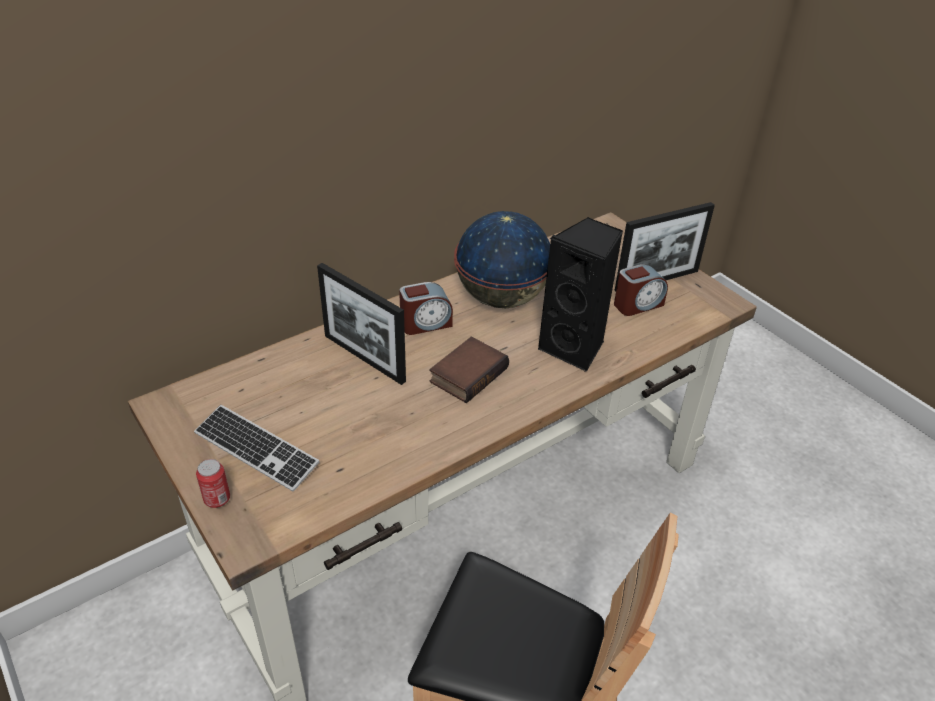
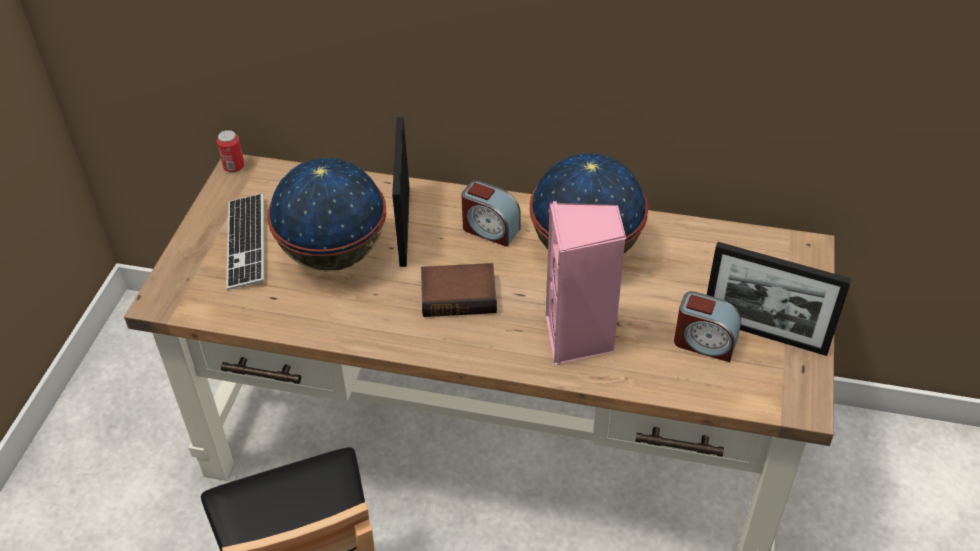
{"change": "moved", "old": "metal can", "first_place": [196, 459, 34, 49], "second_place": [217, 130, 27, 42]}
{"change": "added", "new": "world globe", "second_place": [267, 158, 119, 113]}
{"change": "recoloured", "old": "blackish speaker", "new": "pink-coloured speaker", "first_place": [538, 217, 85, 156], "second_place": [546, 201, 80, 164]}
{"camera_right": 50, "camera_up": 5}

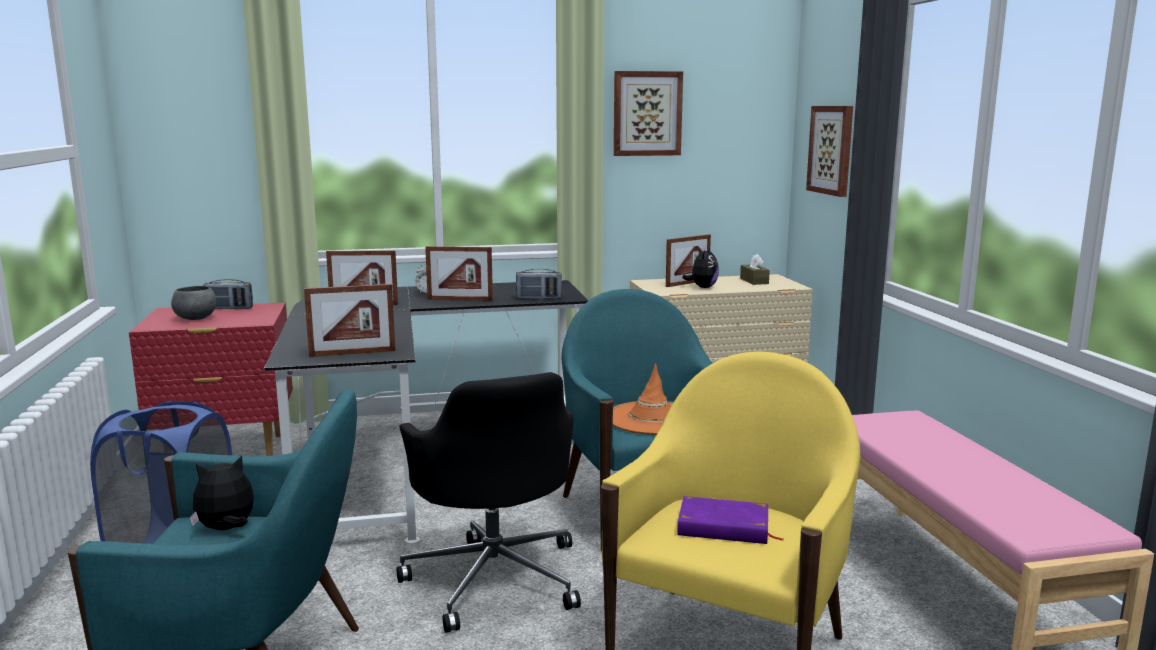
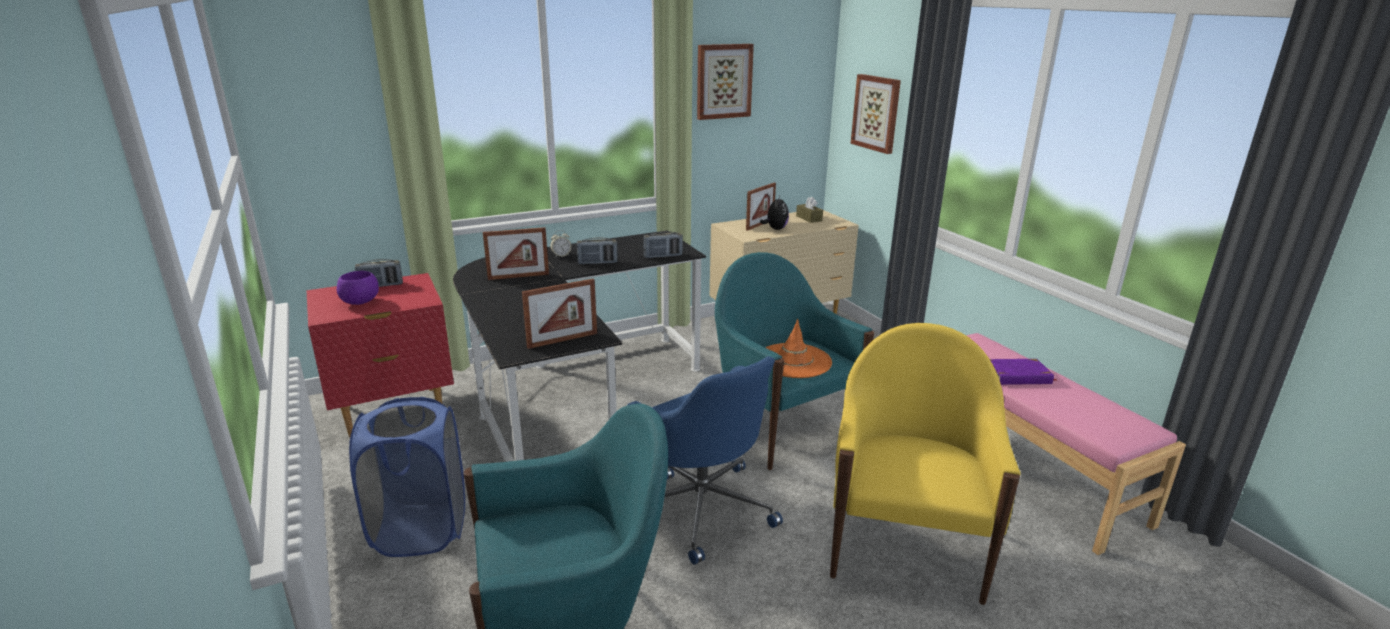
{"change": "recoloured", "old": "grey bowl", "new": "purple bowl", "first_place": [171, 286, 46, 34], "second_place": [337, 271, 42, 34]}
{"change": "replaced", "old": "standing frame", "new": "radio set", "first_place": [425, 246, 68, 55], "second_place": [577, 237, 41, 27]}
{"change": "recoloured", "old": "blackish desk chair", "new": "blue desk chair", "first_place": [396, 372, 185, 261], "second_place": [627, 356, 156, 209]}
{"change": "moved", "old": "purple book", "first_place": [677, 496, 107, 48], "second_place": [990, 359, 68, 26]}
{"change": "removed", "old": "cuddly toy", "first_place": [190, 455, 64, 75]}
{"camera_right": -15, "camera_up": 10}

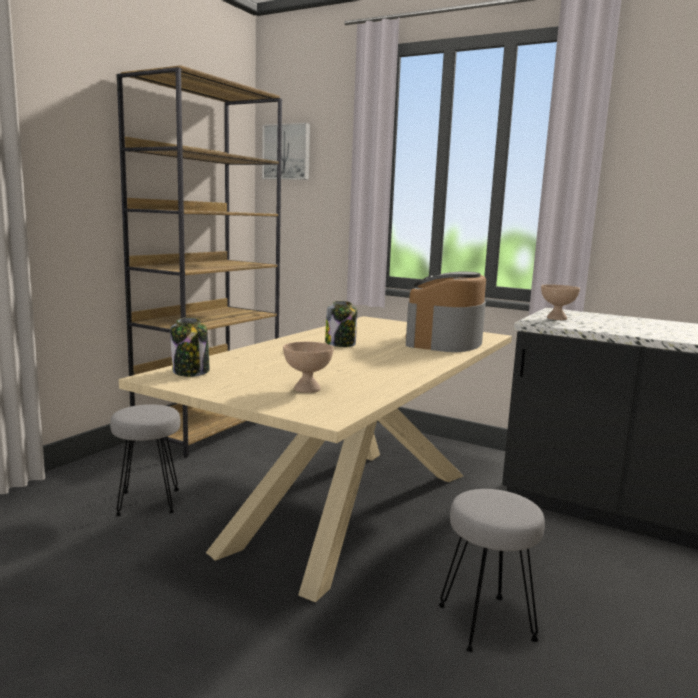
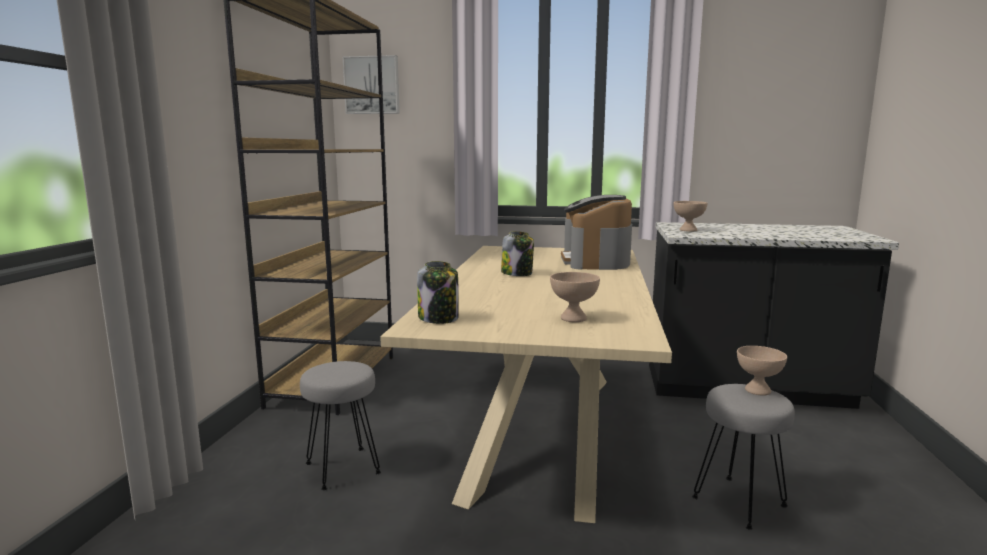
{"change": "added", "new": "sand-coloured bowl", "second_place": [737, 346, 50, 50]}
{"camera_right": -20, "camera_up": 0}

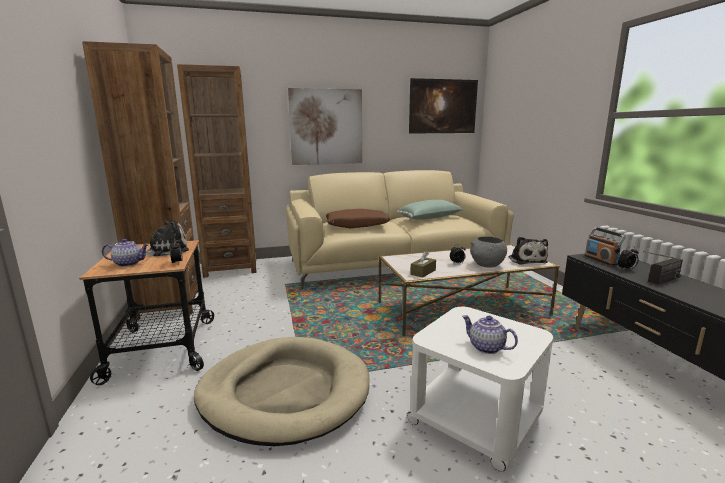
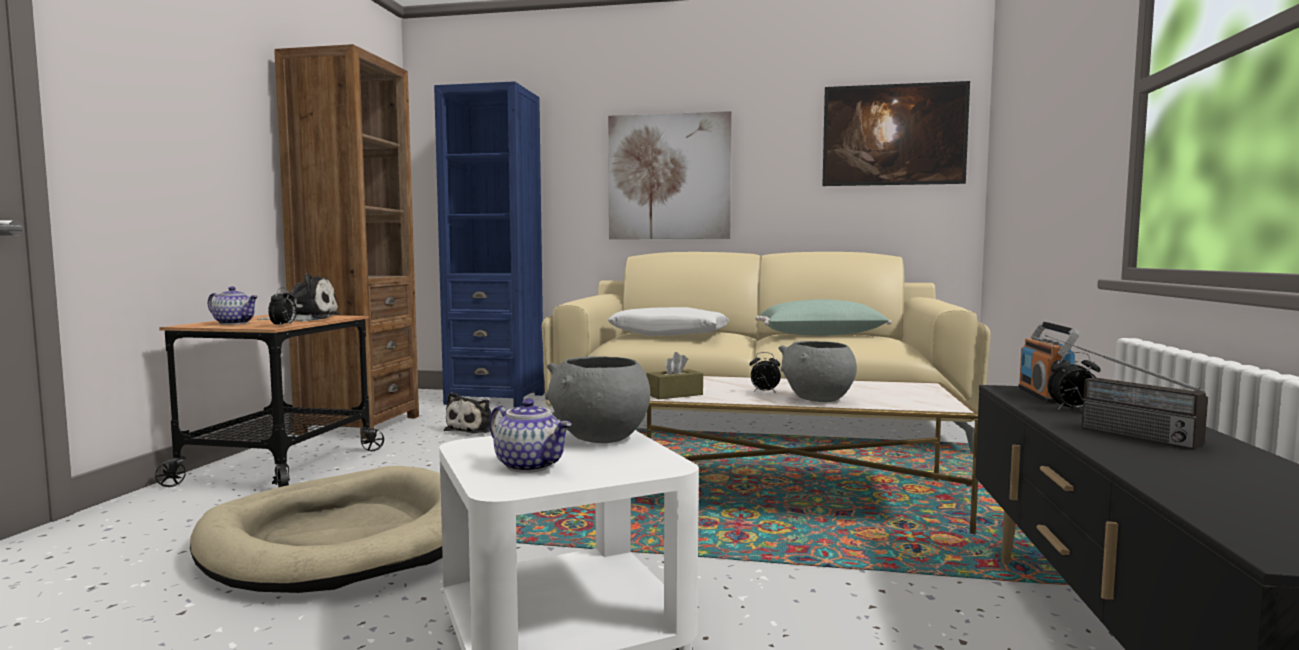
{"change": "recoloured", "old": "brown bookcase", "new": "blue bookcase", "first_place": [177, 64, 80, 214], "second_place": [434, 81, 110, 327]}
{"change": "moved", "old": "cuddly toy", "first_place": [509, 237, 39, 28], "second_place": [444, 392, 52, 42]}
{"change": "turned", "old": "teapot", "first_place": [462, 315, 56, 39], "second_place": [489, 399, 83, 74], "degrees": 150}
{"change": "added", "new": "grey bowl", "second_place": [545, 356, 105, 87]}
{"change": "recoloured", "old": "brown throw pillow", "new": "white-coloured throw pillow", "first_place": [326, 209, 64, 19], "second_place": [608, 307, 121, 29]}
{"change": "turned", "old": "radio set", "first_place": [643, 251, 40, 34], "second_place": [1045, 335, 163, 114], "degrees": 60}
{"camera_right": 25, "camera_up": -10}

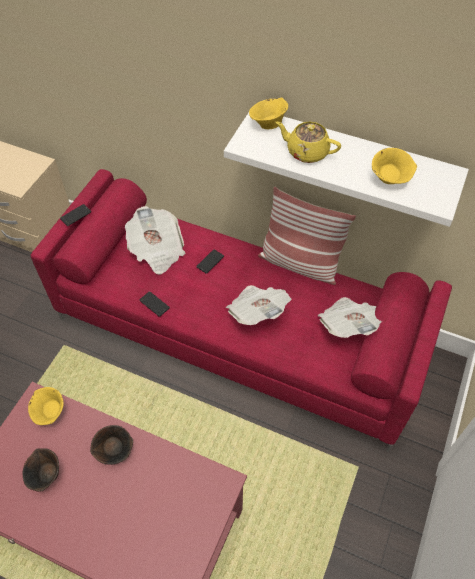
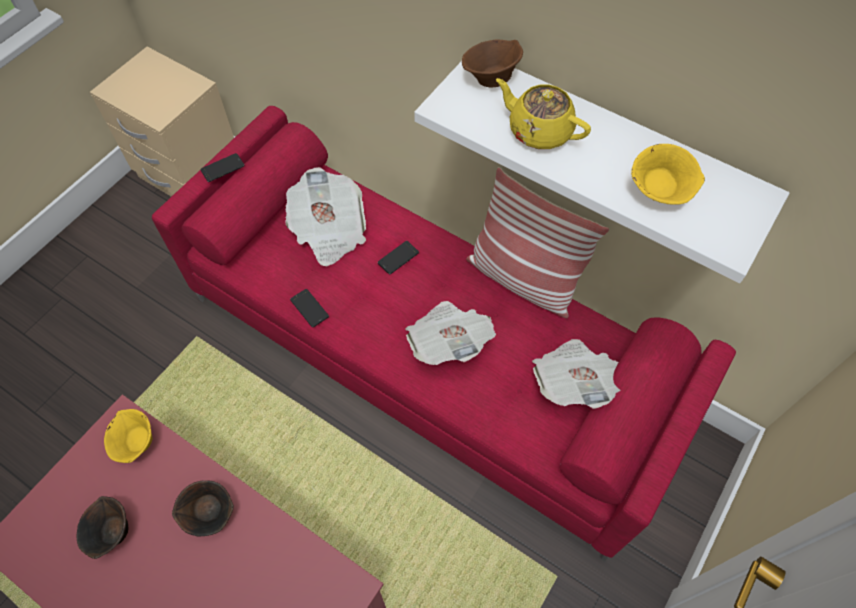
{"change": "recoloured", "old": "yellow bowl", "new": "brown bowl", "first_place": [249, 97, 39, 32], "second_place": [462, 40, 61, 47]}
{"camera_right": 10, "camera_up": 5}

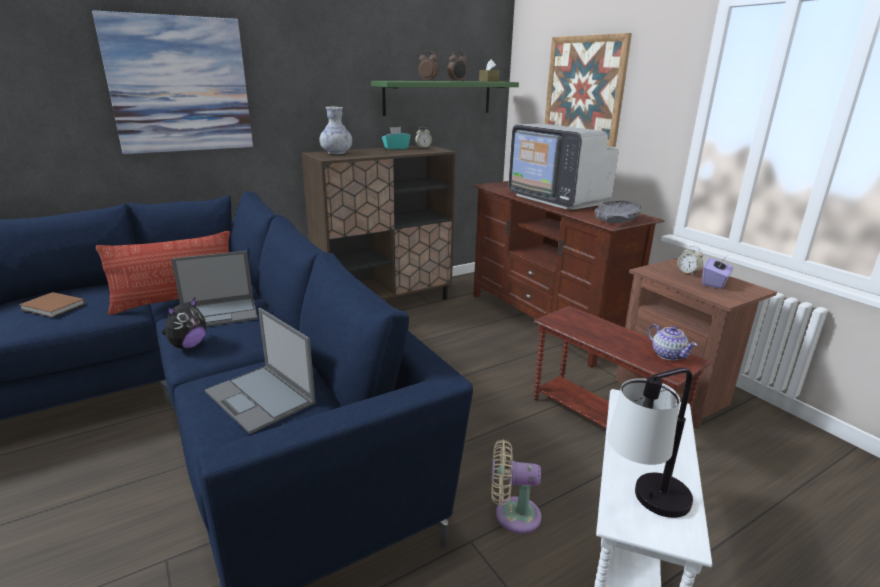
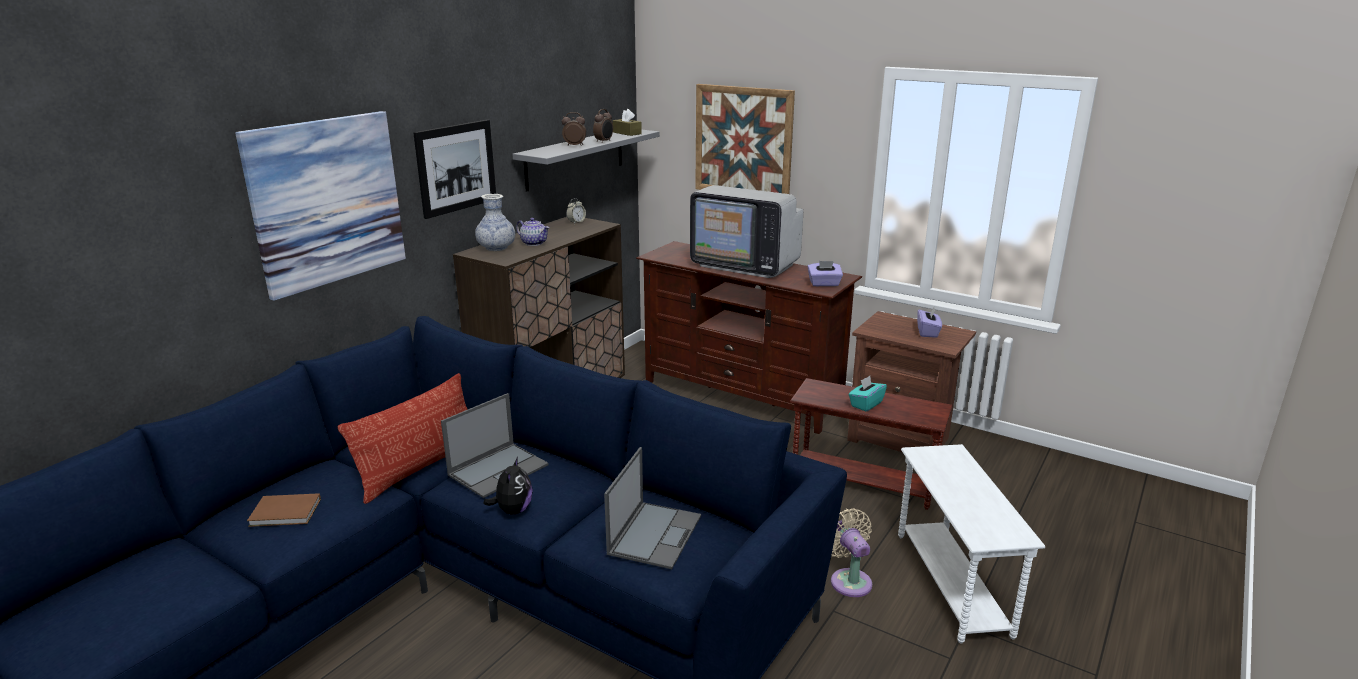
{"change": "added", "new": "wall art", "second_place": [413, 120, 83, 99]}
{"change": "recoloured", "old": "greenish bracket shelf", "new": "grey bracket shelf", "first_place": [371, 81, 148, 35], "second_place": [513, 130, 147, 62]}
{"change": "moved", "old": "teapot", "first_place": [648, 324, 50, 37], "second_place": [516, 218, 34, 28]}
{"change": "turned", "old": "portable computer", "first_place": [205, 308, 111, 126], "second_place": [604, 447, 97, 122], "degrees": -90}
{"change": "replaced", "old": "grey bowl", "new": "purple box of tissues", "first_place": [594, 201, 48, 22], "second_place": [808, 261, 35, 25]}
{"change": "turned", "old": "sand-coloured fan", "first_place": [491, 440, 50, 94], "second_place": [831, 508, 41, 89], "degrees": 90}
{"change": "moved", "old": "turquoise box of tissues", "first_place": [382, 127, 29, 22], "second_place": [849, 376, 38, 35]}
{"change": "removed", "old": "tabletop lamp", "first_place": [607, 367, 86, 151]}
{"change": "removed", "old": "bedside clock", "first_place": [677, 246, 26, 29]}
{"camera_right": -25, "camera_up": 0}

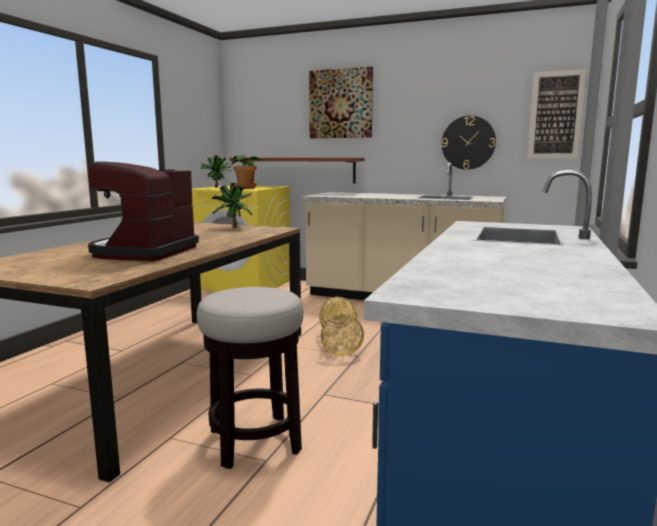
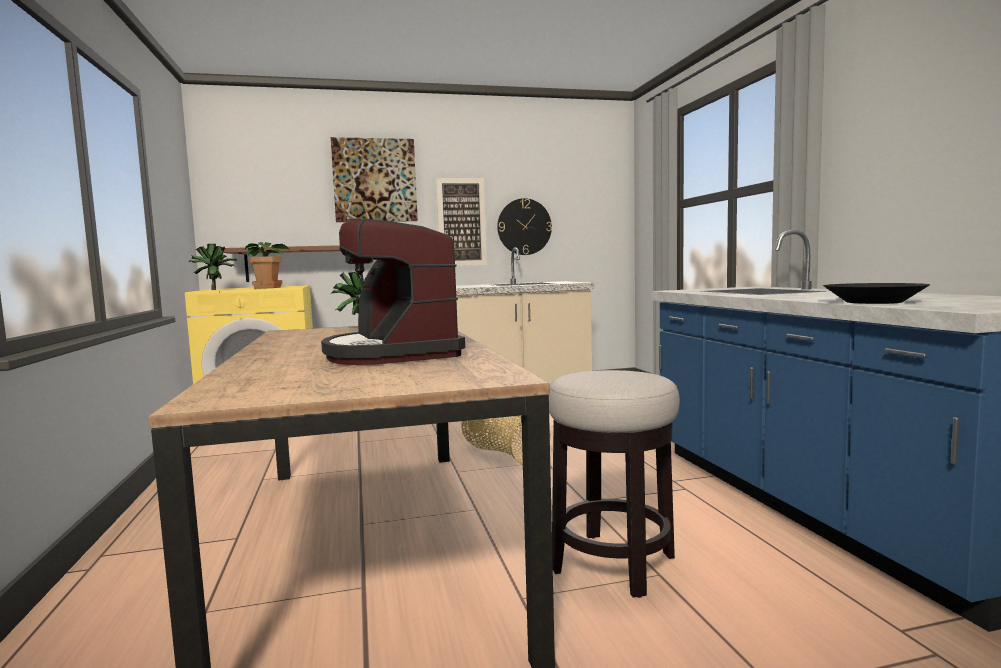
{"change": "moved", "old": "wall art", "first_place": [527, 69, 60, 90], "second_place": [436, 178, 51, 88]}
{"change": "added", "new": "blackish bowl", "second_place": [823, 283, 108, 21]}
{"camera_right": -35, "camera_up": -5}

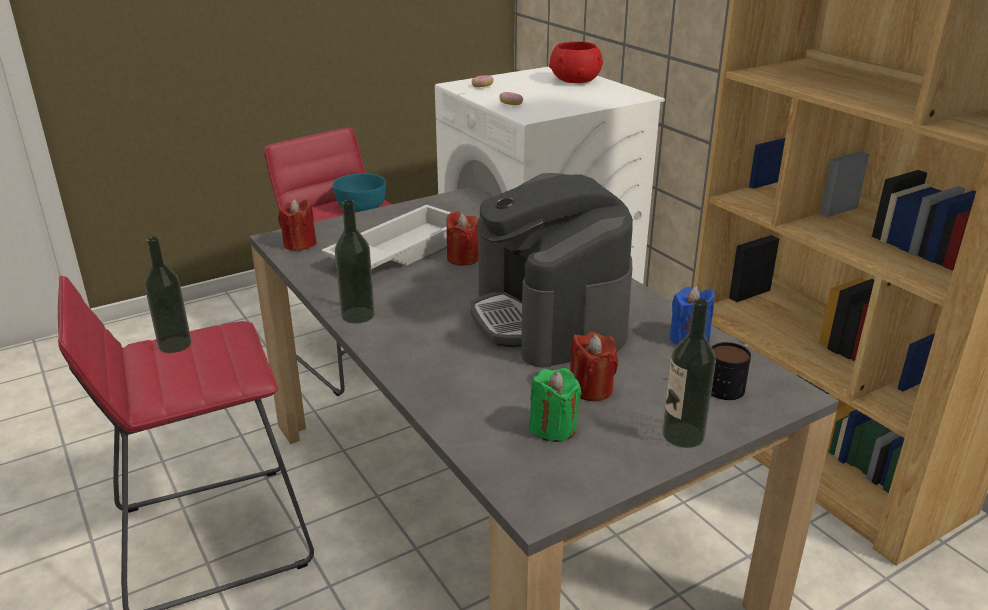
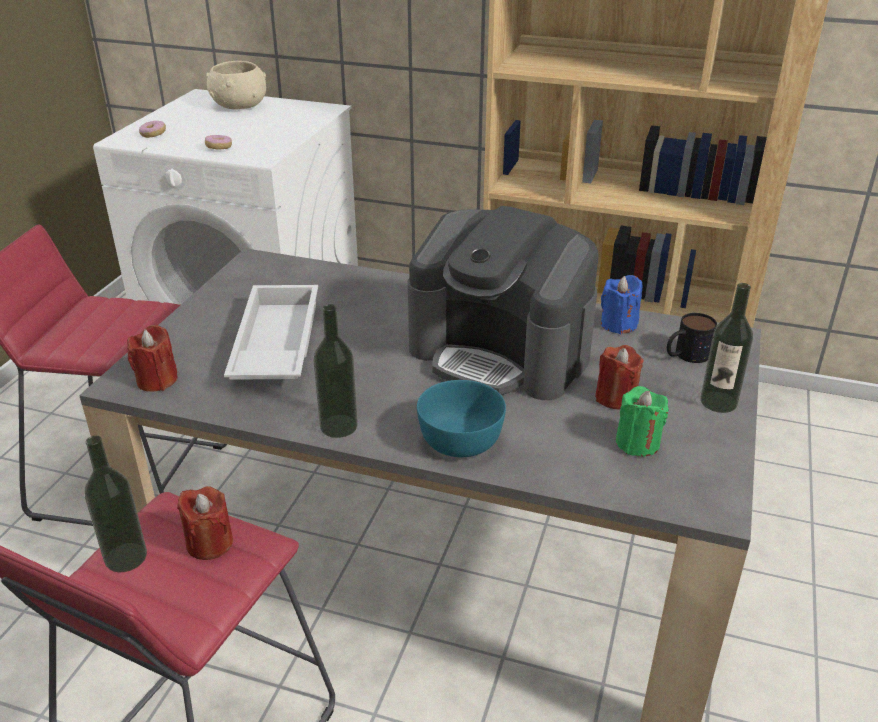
{"change": "moved", "old": "reddish candle", "first_place": [446, 212, 32, 54], "second_place": [177, 486, 56, 74]}
{"change": "recoloured", "old": "reddish bowl", "new": "sand-coloured bowl", "first_place": [549, 41, 54, 42], "second_place": [206, 61, 60, 49]}
{"change": "moved", "old": "turquoise bowl", "first_place": [333, 173, 53, 39], "second_place": [417, 380, 89, 77]}
{"camera_right": -40, "camera_up": 5}

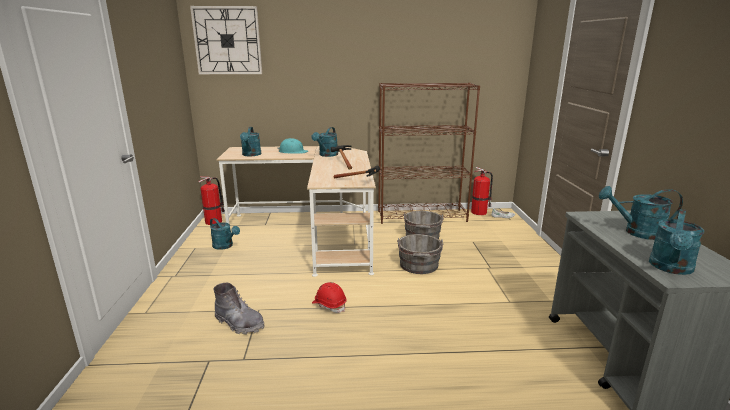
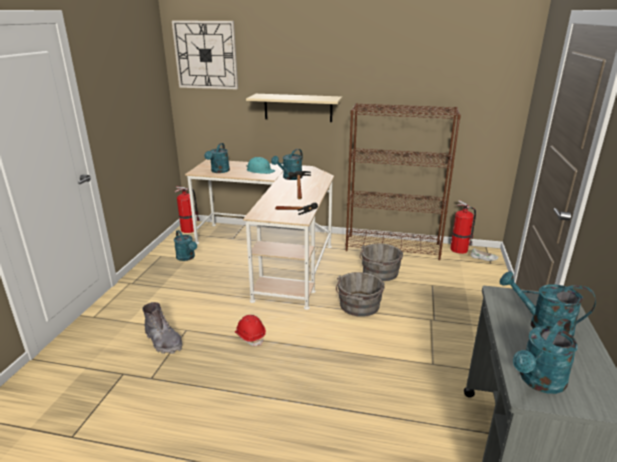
{"change": "added", "new": "sand-coloured bracket shelf", "second_place": [246, 94, 96, 28]}
{"camera_right": 15, "camera_up": 5}

